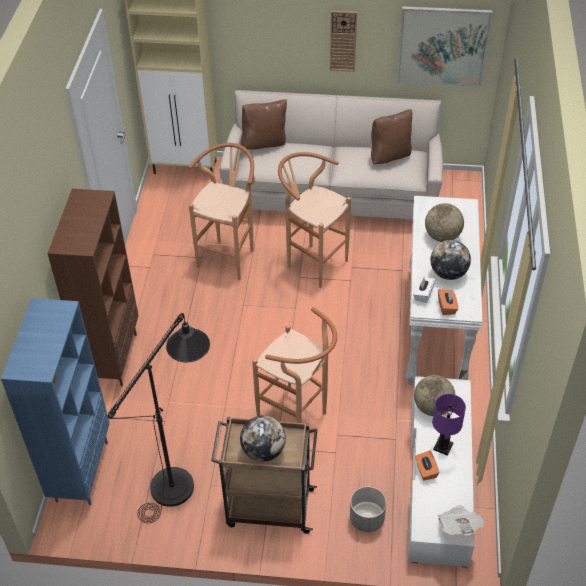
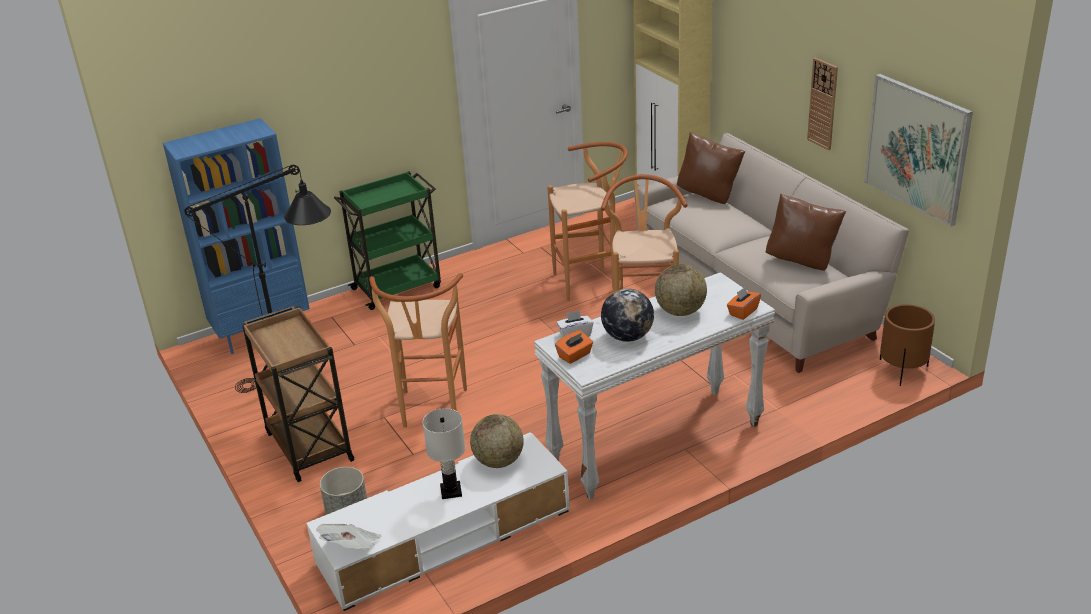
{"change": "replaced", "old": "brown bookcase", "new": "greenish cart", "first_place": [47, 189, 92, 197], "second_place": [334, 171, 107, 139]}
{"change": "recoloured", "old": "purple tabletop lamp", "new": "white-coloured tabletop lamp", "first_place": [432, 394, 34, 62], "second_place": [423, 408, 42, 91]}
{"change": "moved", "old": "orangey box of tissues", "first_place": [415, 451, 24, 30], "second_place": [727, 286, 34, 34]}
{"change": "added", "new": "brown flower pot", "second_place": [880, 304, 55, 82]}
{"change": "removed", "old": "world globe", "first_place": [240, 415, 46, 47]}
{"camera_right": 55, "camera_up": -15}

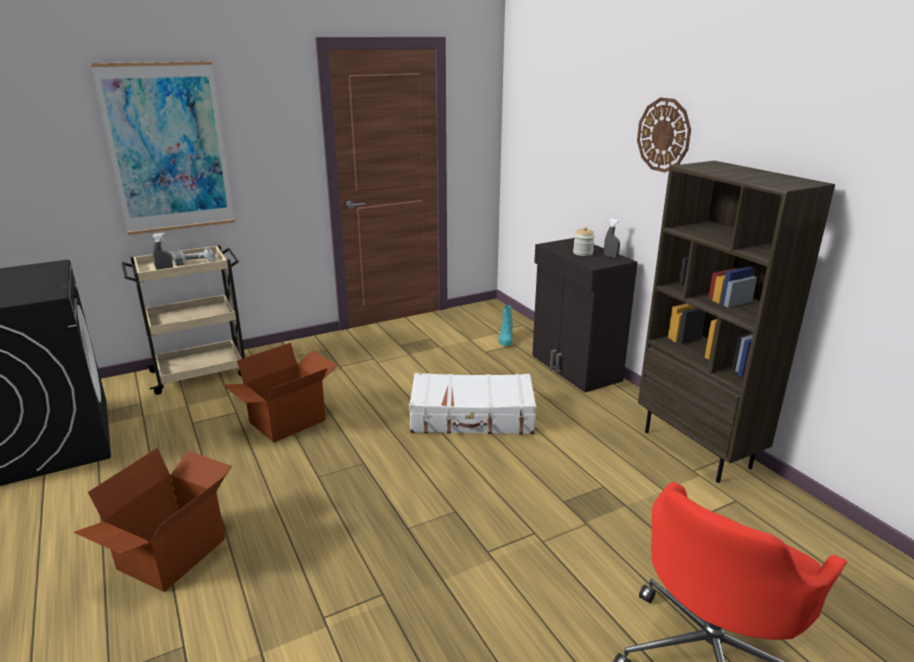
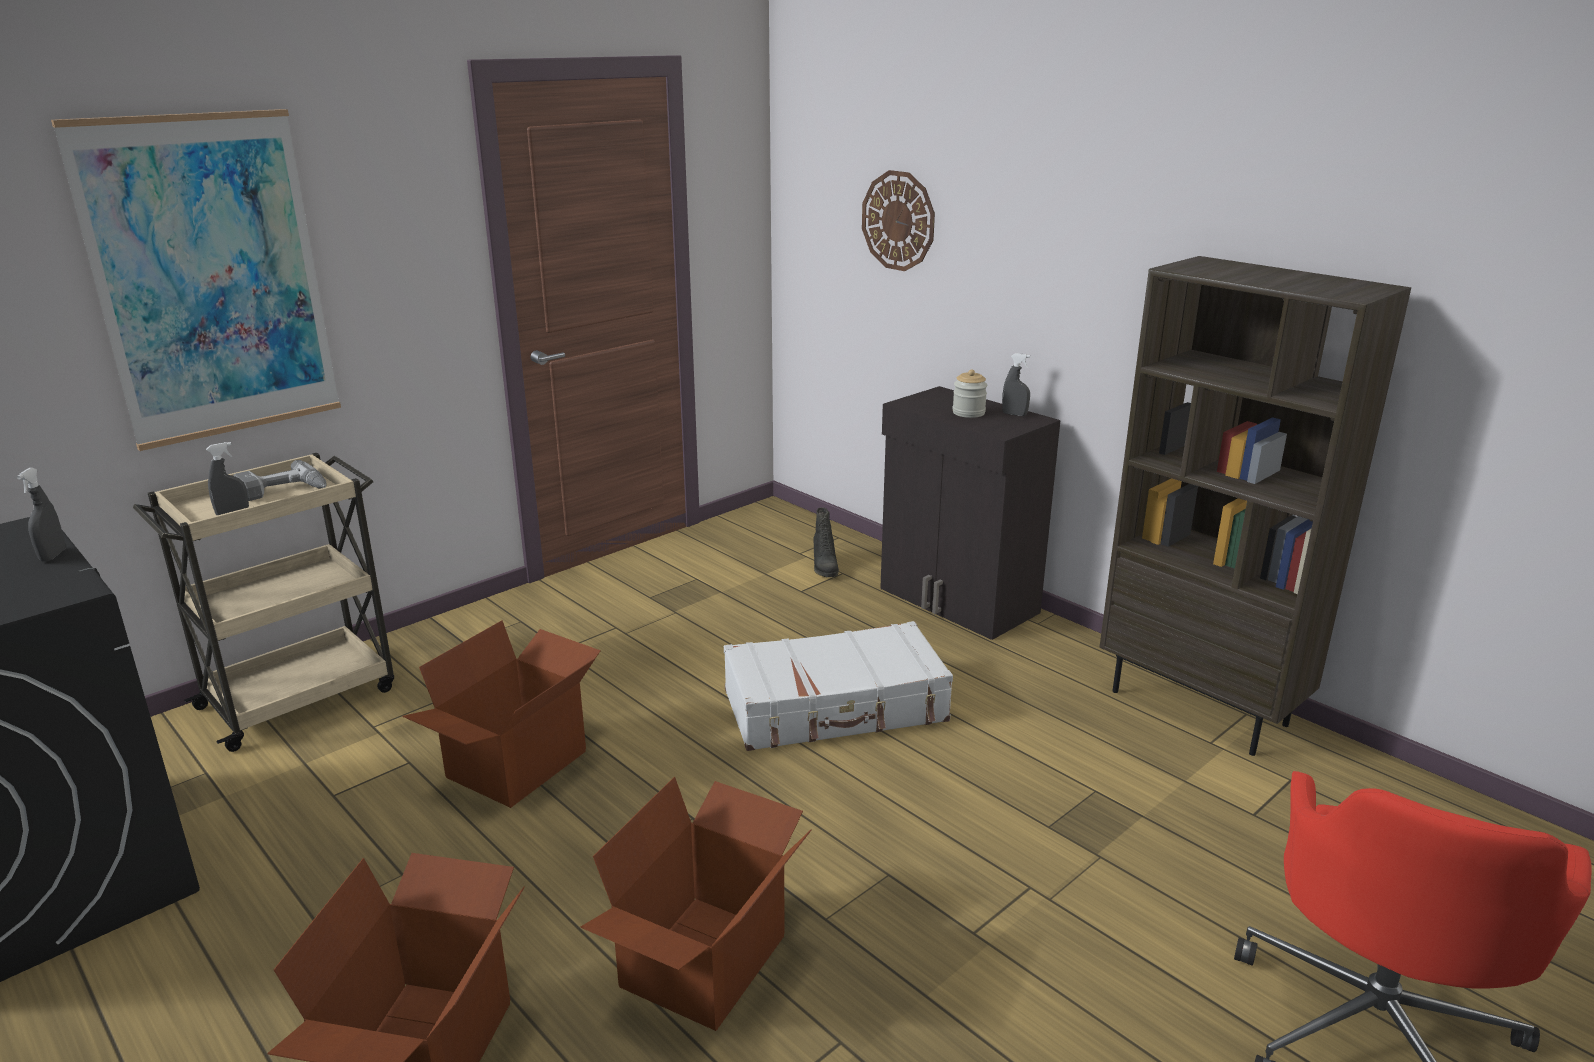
{"change": "added", "new": "grey spray bottle", "second_place": [17, 468, 49, 94]}
{"change": "added", "new": "packing box", "second_place": [580, 777, 232, 254]}
{"change": "recoloured", "old": "turquoise boot", "new": "blackish boot", "first_place": [499, 305, 14, 41], "second_place": [813, 507, 26, 70]}
{"change": "moved", "old": "wall clock", "first_place": [637, 98, 54, 74], "second_place": [862, 170, 73, 101]}
{"camera_right": -15, "camera_up": 0}

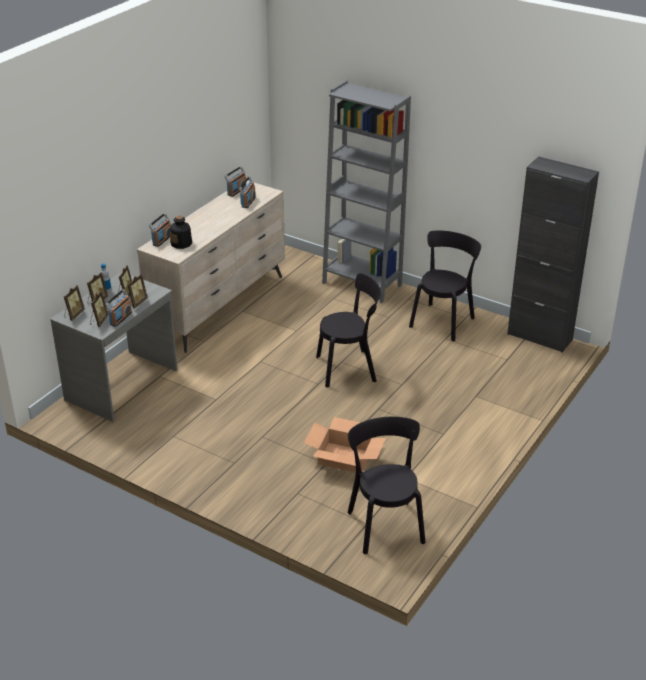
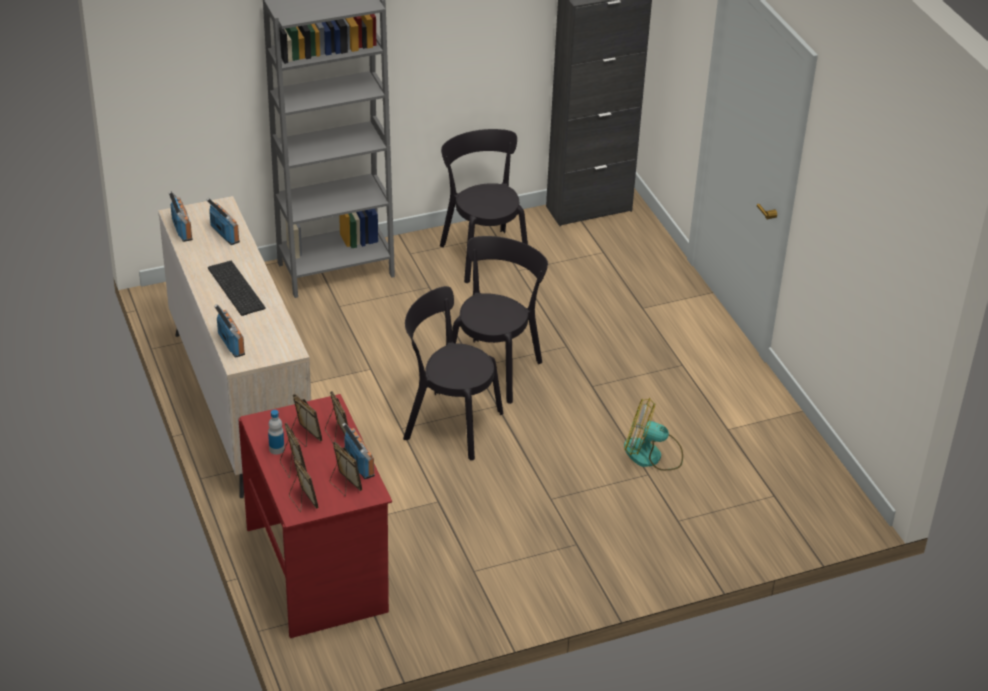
{"change": "added", "new": "PC keyboard", "second_place": [208, 261, 58, 55]}
{"change": "recoloured", "old": "grey desk table", "new": "reddish desk table", "first_place": [50, 272, 128, 150], "second_place": [238, 394, 154, 244]}
{"change": "moved", "old": "blackish upright chair", "first_place": [348, 417, 78, 137], "second_place": [403, 286, 100, 174]}
{"change": "replaced", "old": "packing box", "new": "fan", "first_place": [304, 417, 82, 56], "second_place": [624, 398, 59, 73]}
{"change": "removed", "old": "beverage bottle", "first_place": [170, 216, 22, 33]}
{"camera_right": -55, "camera_up": 5}

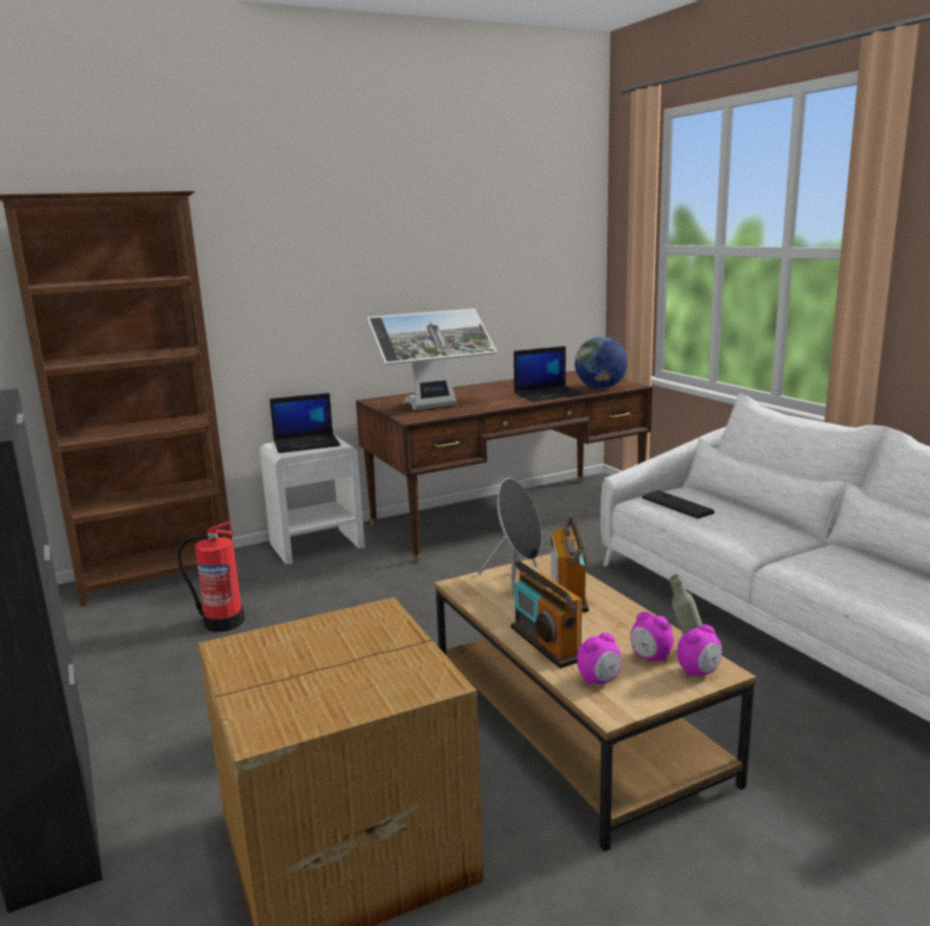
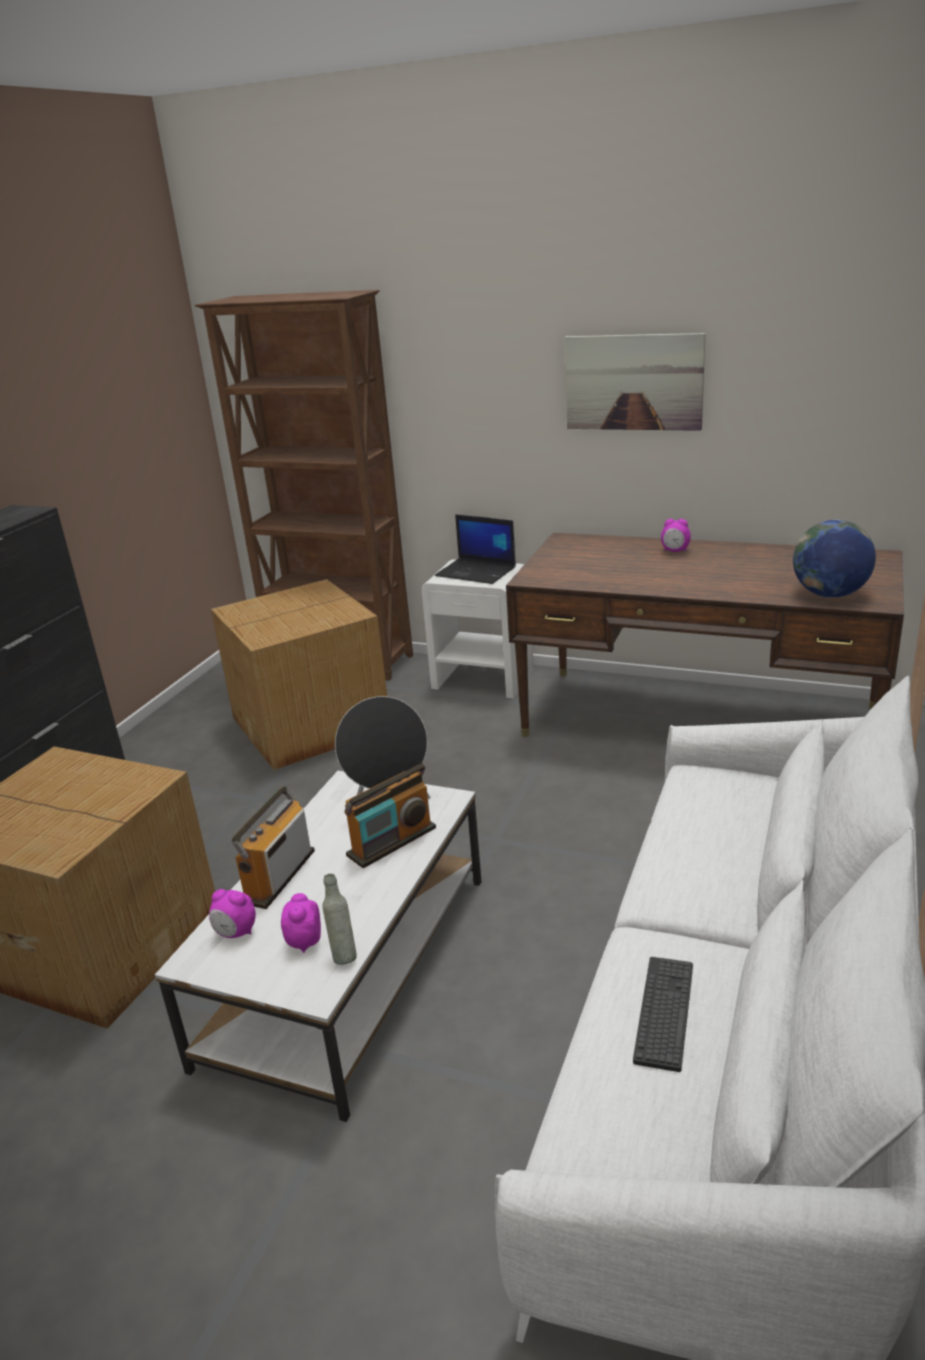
{"change": "recoloured", "old": "brown coffee table", "new": "white-coloured coffee table", "first_place": [434, 554, 322, 298], "second_place": [155, 771, 326, 351]}
{"change": "replaced", "old": "extinguisher", "new": "packing box", "first_place": [177, 521, 68, 111], "second_place": [211, 579, 176, 191]}
{"change": "added", "new": "wall art", "second_place": [565, 333, 141, 98]}
{"change": "moved", "old": "PC keyboard", "first_place": [642, 490, 72, 29], "second_place": [633, 957, 60, 115]}
{"change": "moved", "old": "bedside clock", "first_place": [677, 625, 45, 52], "second_place": [661, 519, 30, 33]}
{"change": "removed", "old": "computer screen", "first_place": [367, 308, 130, 102]}
{"change": "removed", "old": "portable computer", "first_place": [514, 346, 71, 55]}
{"camera_right": 50, "camera_up": 10}

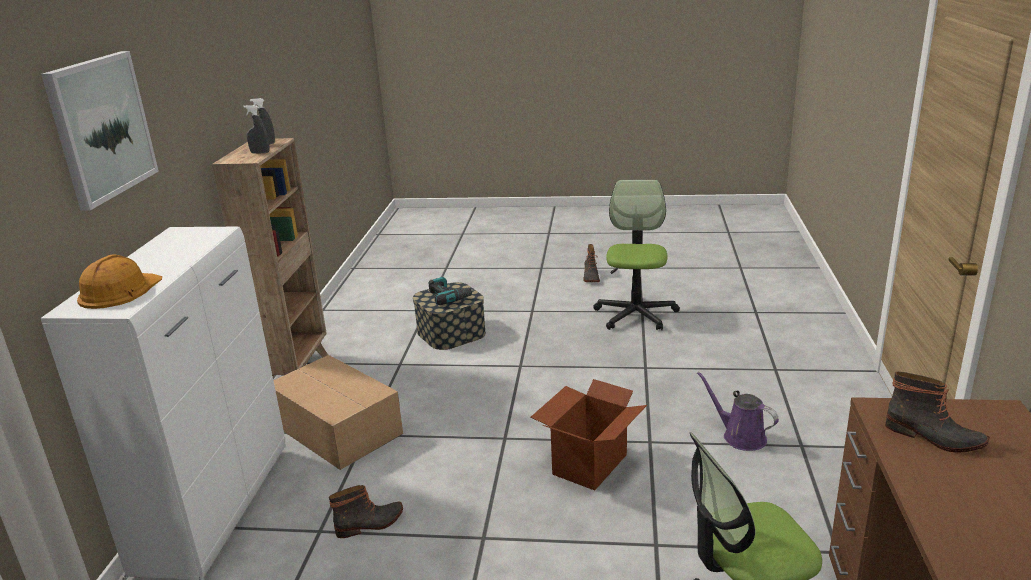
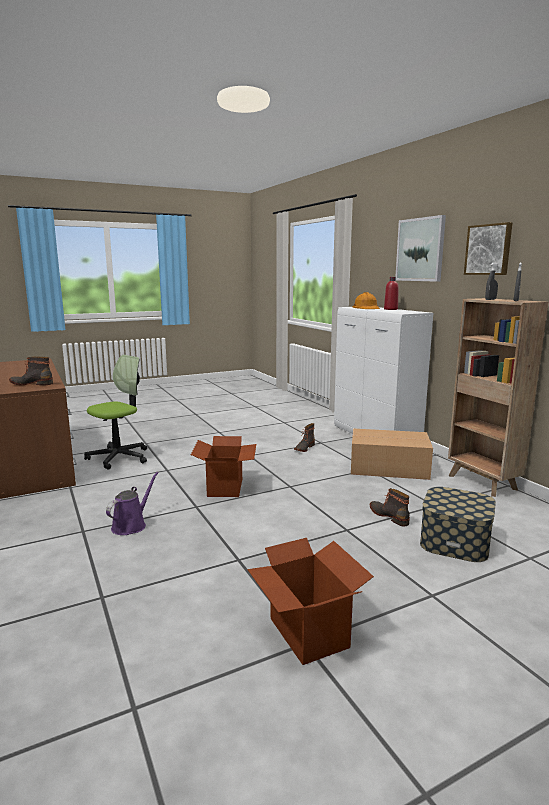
{"change": "turned", "old": "purple sprinkling can", "first_place": [697, 371, 82, 80], "second_place": [106, 471, 53, 64], "degrees": -75}
{"change": "replaced", "old": "desk chair", "new": "packing box", "first_place": [593, 180, 87, 150], "second_place": [247, 538, 127, 127]}
{"change": "moved", "old": "boot", "first_place": [583, 244, 17, 38], "second_place": [370, 488, 40, 38]}
{"change": "added", "new": "reddish beverage bottle", "second_place": [384, 277, 15, 33]}
{"change": "added", "new": "wall art", "second_place": [464, 222, 48, 53]}
{"change": "removed", "old": "drill", "first_place": [429, 277, 46, 28]}
{"camera_right": 145, "camera_up": -10}

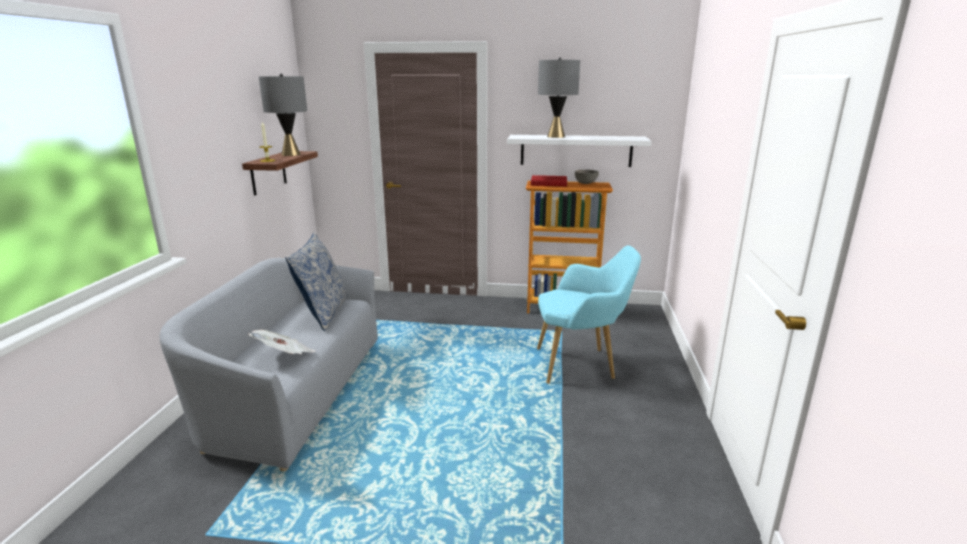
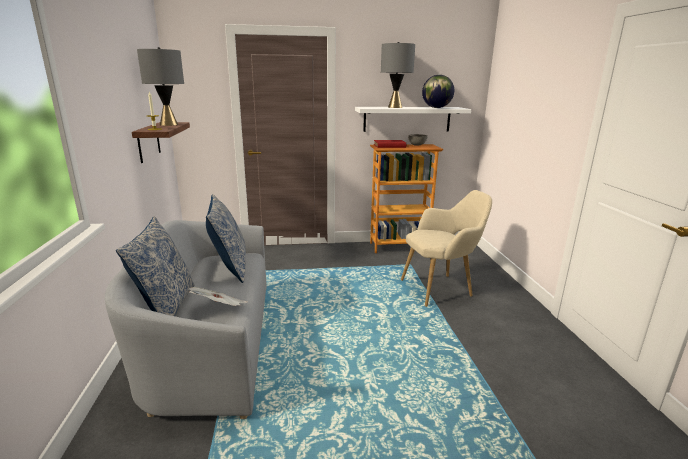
{"change": "added", "new": "throw pillow", "second_place": [116, 216, 79, 100]}
{"change": "recoloured", "old": "turquoise easy chair", "new": "sand-coloured easy chair", "first_place": [537, 246, 104, 138], "second_place": [401, 190, 91, 117]}
{"change": "added", "new": "world globe", "second_place": [422, 75, 32, 33]}
{"camera_right": -15, "camera_up": 0}

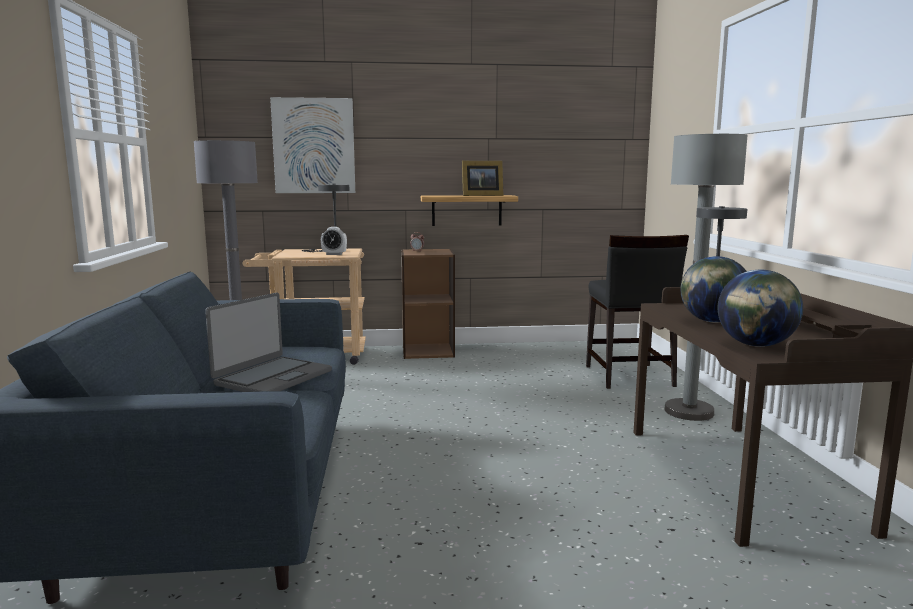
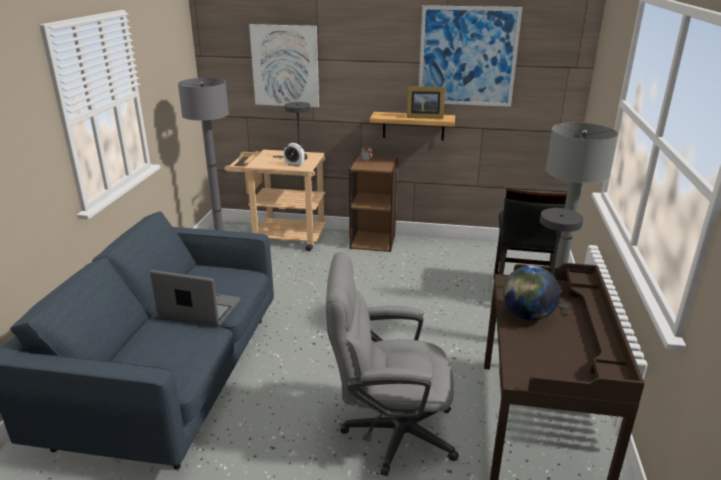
{"change": "turned", "old": "portable computer", "first_place": [205, 292, 127, 100], "second_place": [150, 270, 91, 56], "degrees": -120}
{"change": "added", "new": "grey desk chair", "second_place": [326, 252, 133, 224]}
{"change": "added", "new": "wall art", "second_place": [419, 5, 104, 102]}
{"change": "removed", "old": "world globe", "first_place": [718, 270, 85, 77]}
{"camera_right": 15, "camera_up": 15}

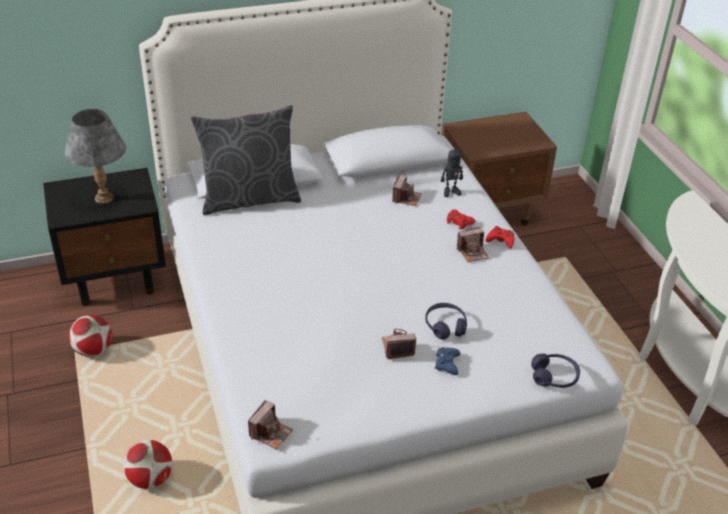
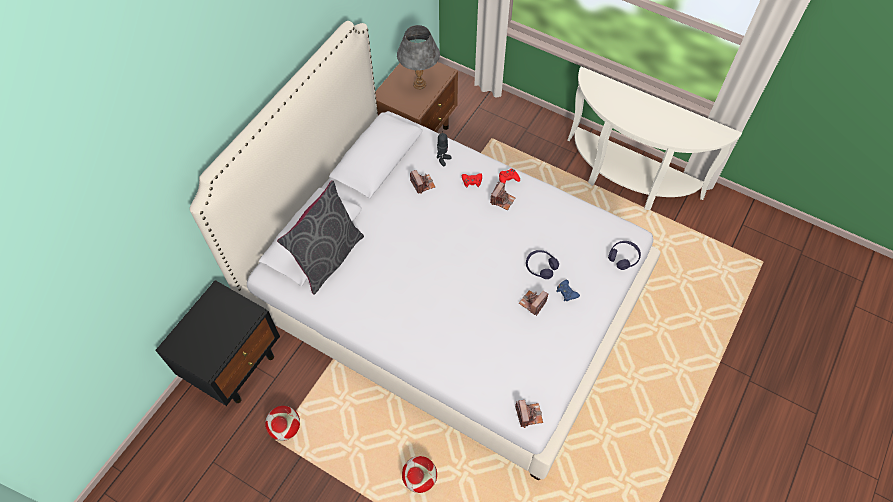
{"change": "moved", "old": "grey tabletop lamp", "first_place": [65, 109, 61, 95], "second_place": [397, 25, 43, 64]}
{"camera_right": -40, "camera_up": 20}

